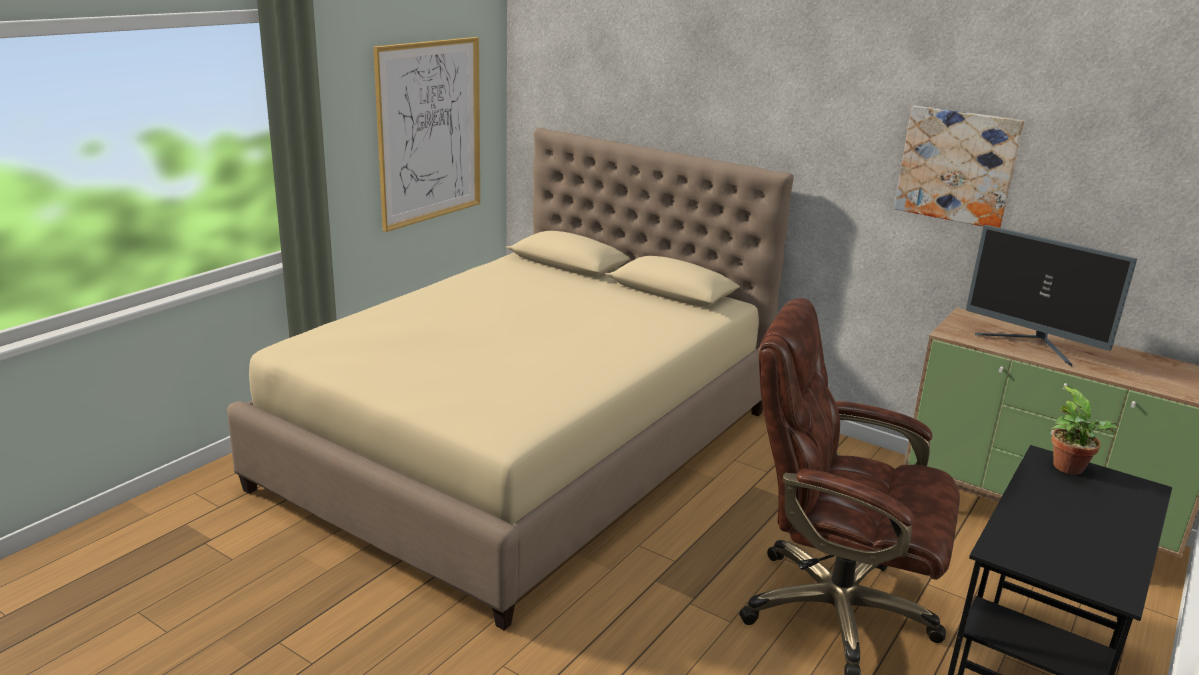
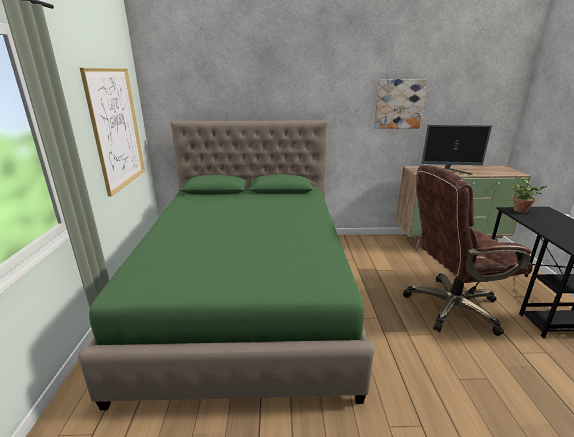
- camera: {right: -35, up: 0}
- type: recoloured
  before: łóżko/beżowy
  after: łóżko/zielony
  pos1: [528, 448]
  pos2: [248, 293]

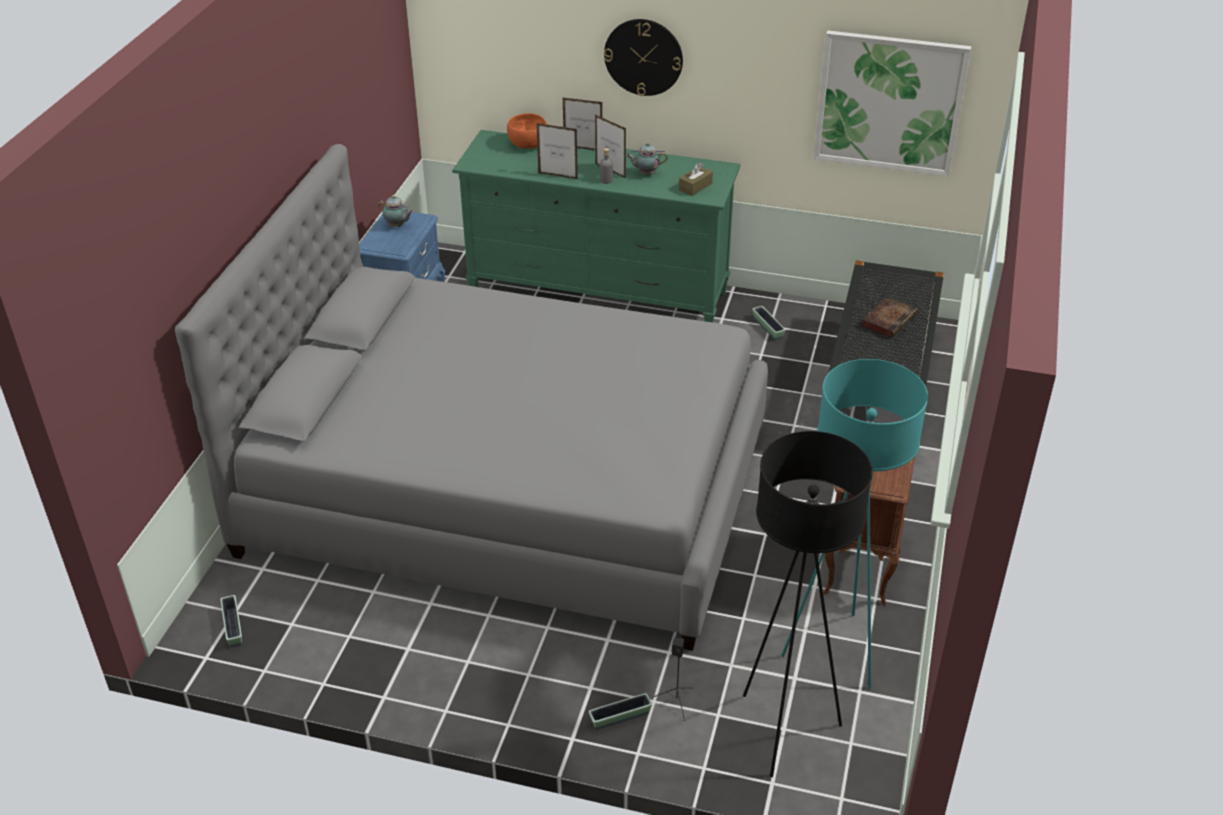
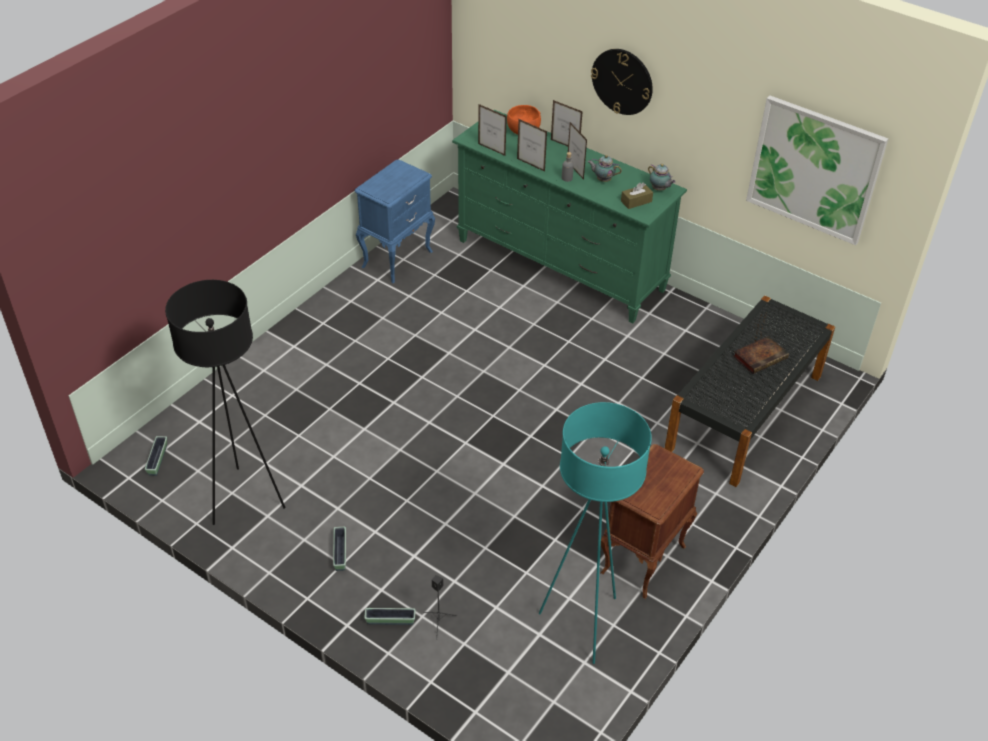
- camera: {right: 20, up: 5}
- type: removed
  before: łóżko/szary
  pos1: [507, 489]
- type: added
  after: ramka na zdjęcie
  pos2: [491, 150]
- type: moved
  before: imbryk
  pos1: [397, 226]
  pos2: [659, 189]
- type: moved
  before: lampa stojąca/czarny
  pos1: [784, 730]
  pos2: [245, 499]
- type: moved
  before: donica
  pos1: [768, 328]
  pos2: [340, 553]

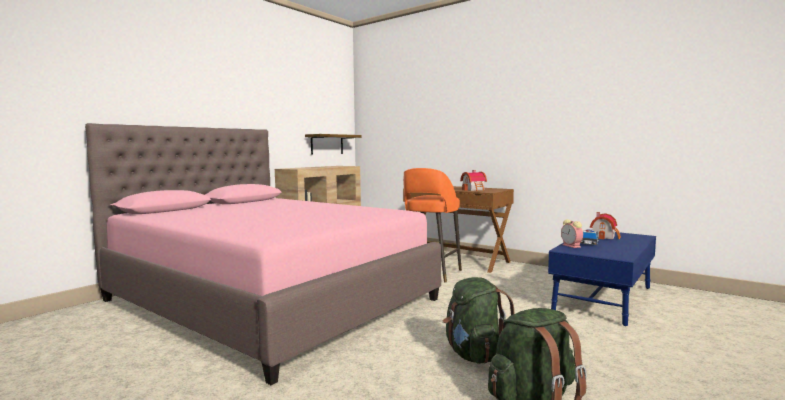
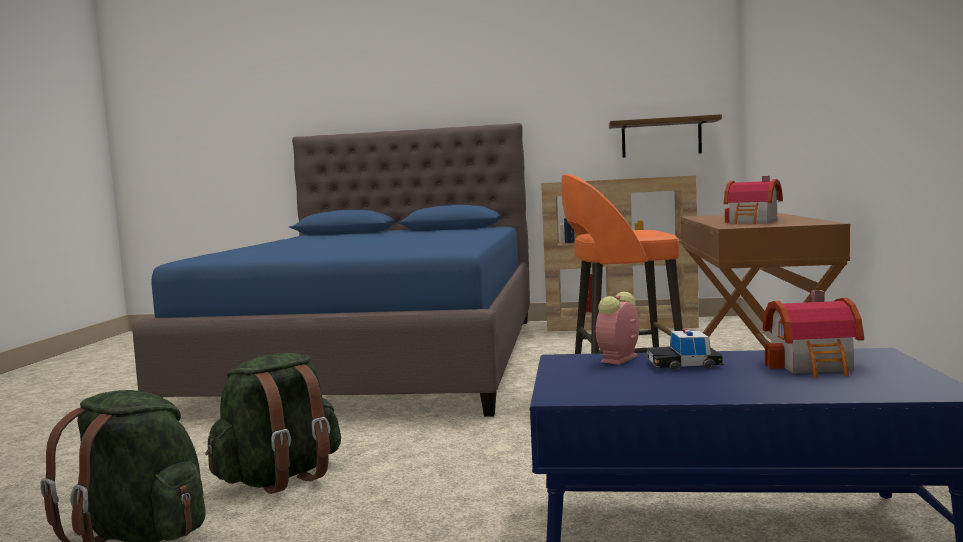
- camera: {right: 60, up: 0}
- type: recoloured
  before: łóżko/różowy
  after: łóżko/niebieski
  pos1: [269, 300]
  pos2: [379, 360]

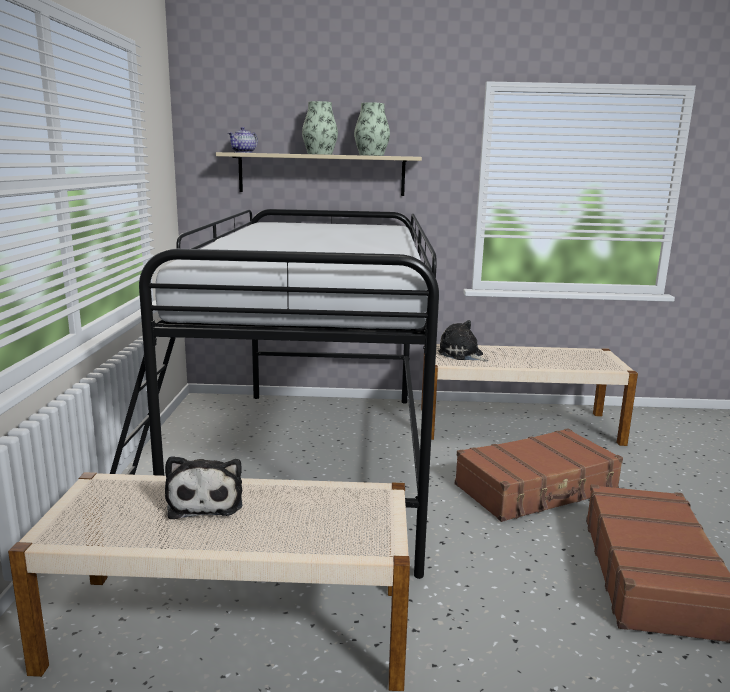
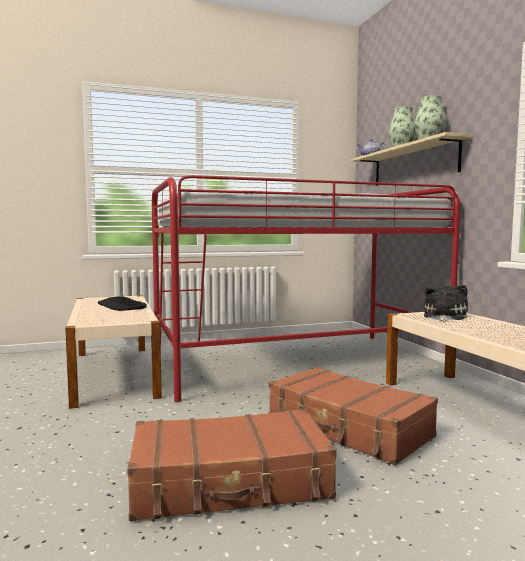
- camera: {right: 70, up: -10}
- type: replaced
  before: pluszak
  after: klawiatura
  pos1: [206, 502]
  pos2: [121, 305]
- type: recoloured
  before: łóżko/czarny
  after: łóżko/czerwony
  pos1: [311, 465]
  pos2: [292, 362]

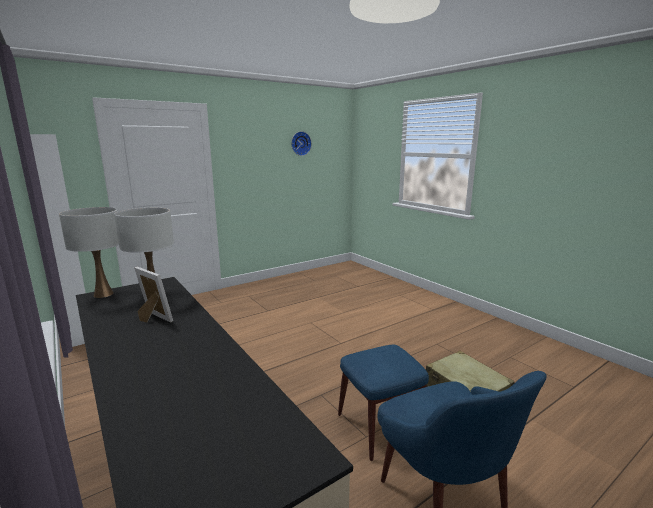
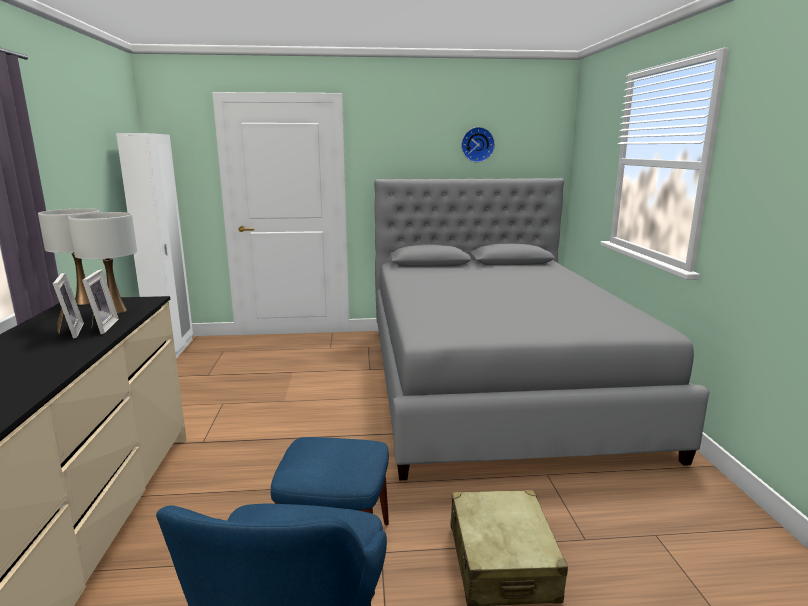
- camera: {right: 30, up: 0}
- type: added
  after: ramka na zdjęcie
  pos2: [100, 327]
- type: added
  after: łóżko/szary
  pos2: [495, 381]

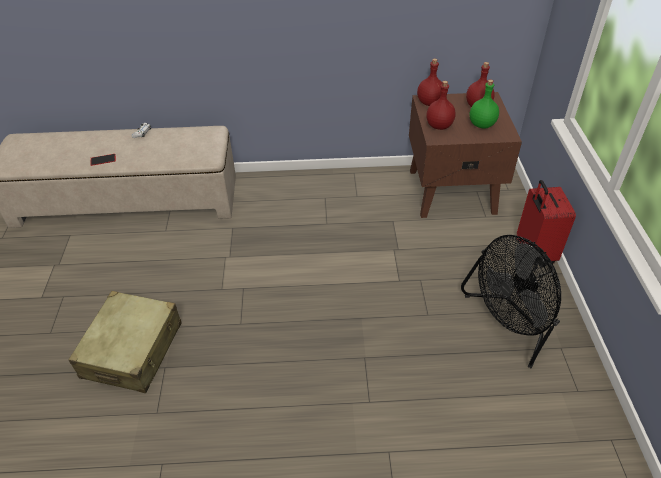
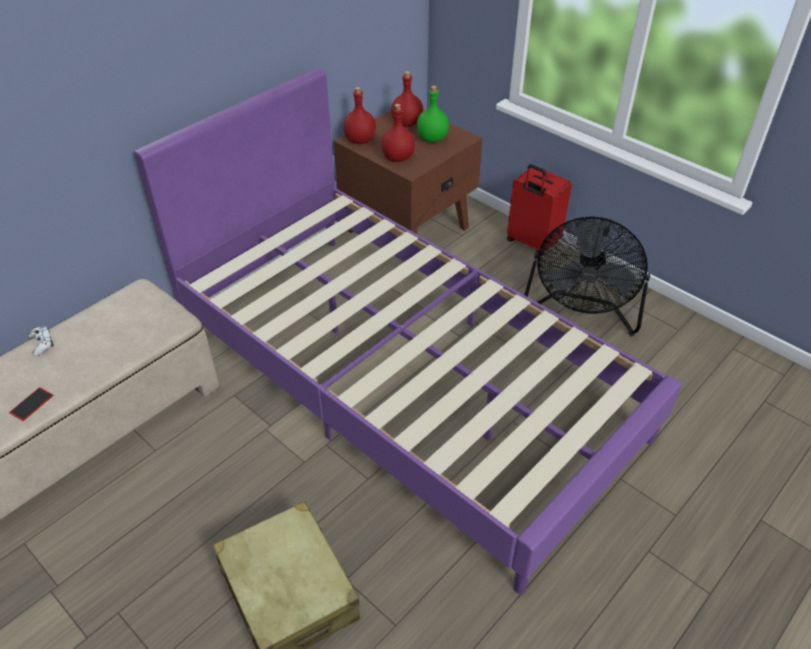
- camera: {right: -45, up: 0}
- type: added
  after: łóżko/fioletowy
  pos2: [405, 379]

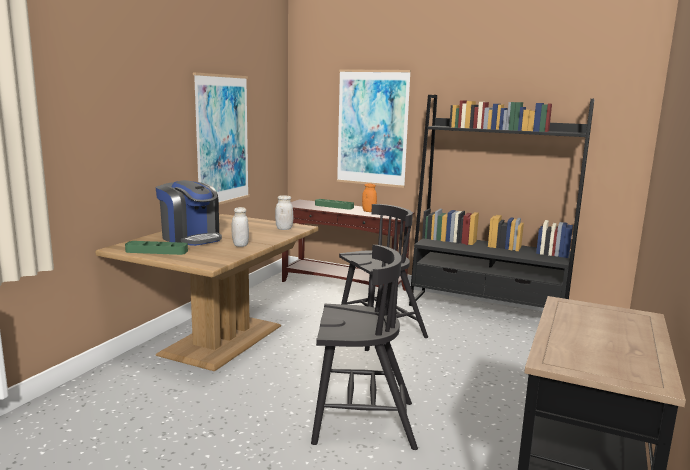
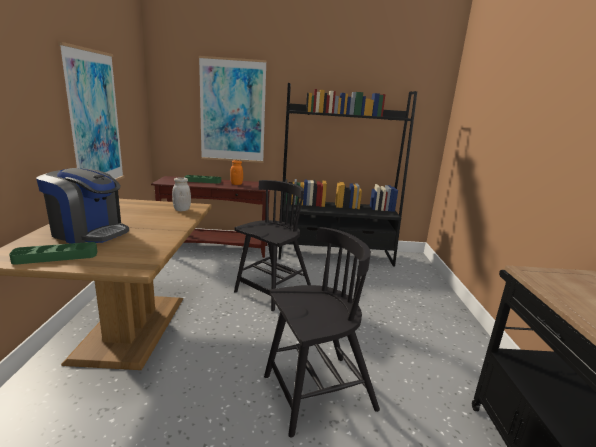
- camera: {right: -25, up: 5}
- type: removed
  before: słoik/biały
  pos1: [240, 245]

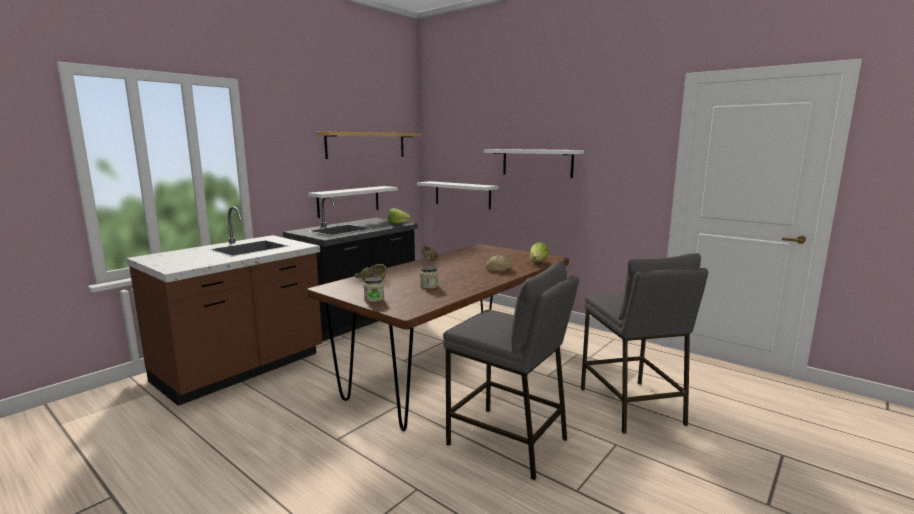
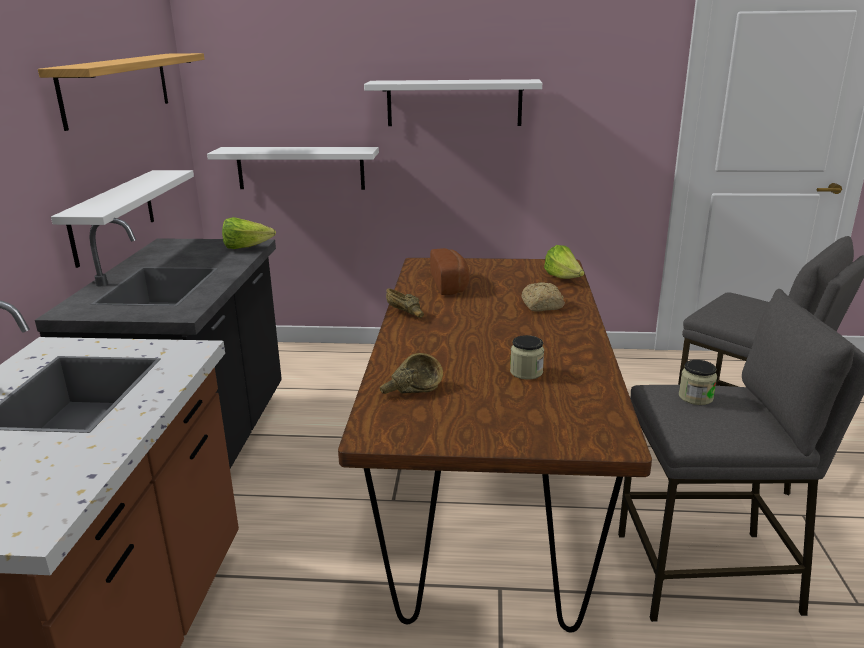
- camera: {right: -35, up: 10}
- type: added
  after: chleb
  pos2: [451, 284]
- type: moved
  before: słoik
  pos1: [374, 299]
  pos2: [695, 397]

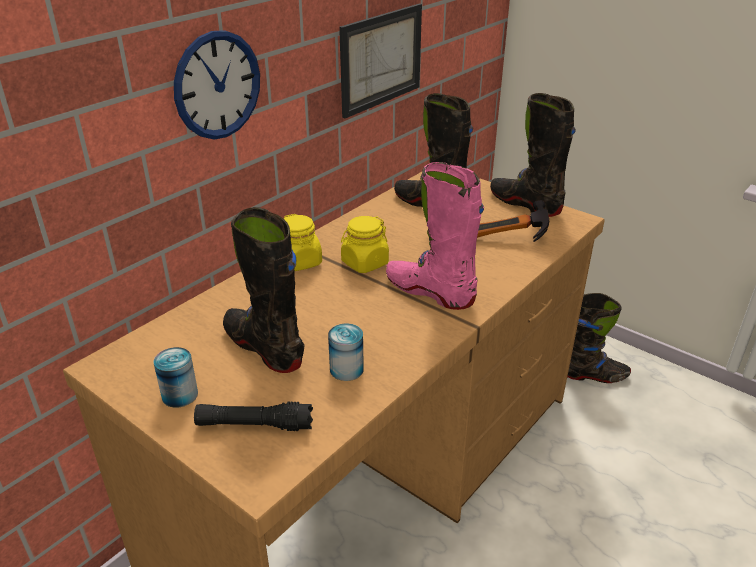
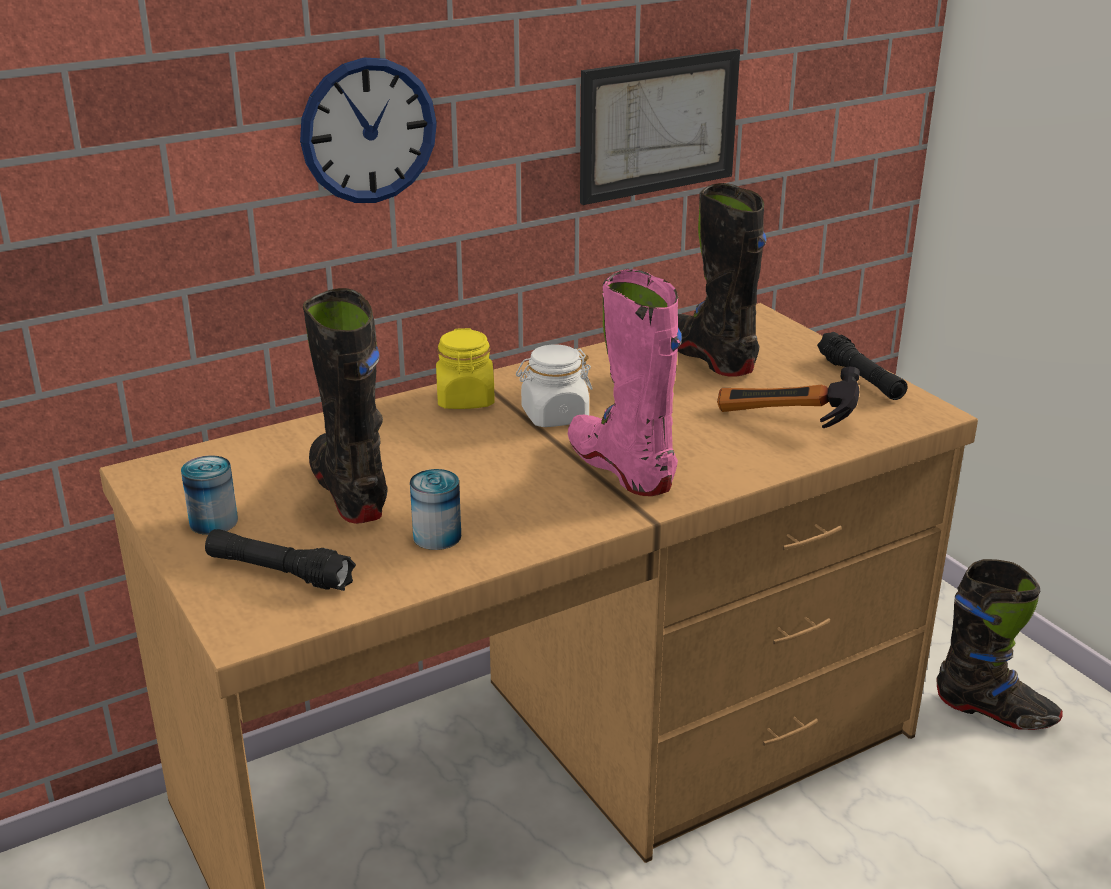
- camera: {right: 20, up: -5}
- type: replaced
  before: but z cholewką/czarny
  after: latarka/czarny
  pos1: [525, 204]
  pos2: [860, 378]
- type: recoloured
  before: słoik/żółty
  after: słoik/biały
  pos1: [364, 263]
  pos2: [554, 416]

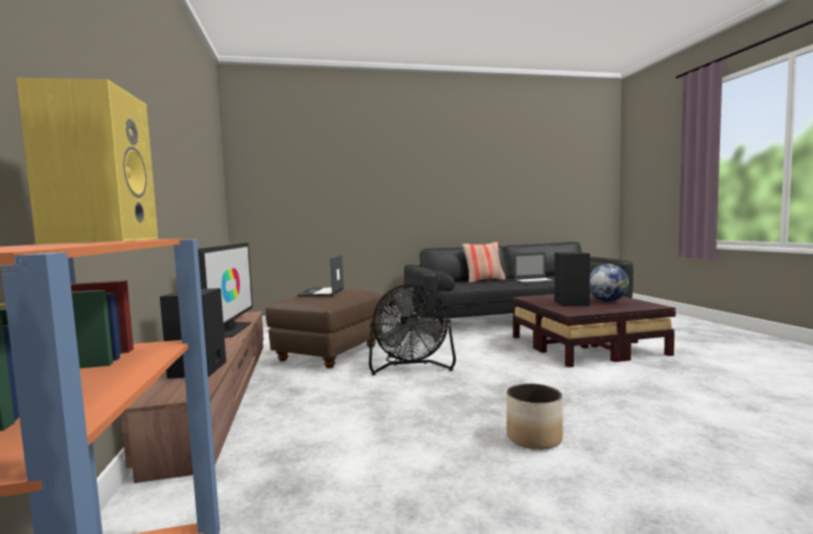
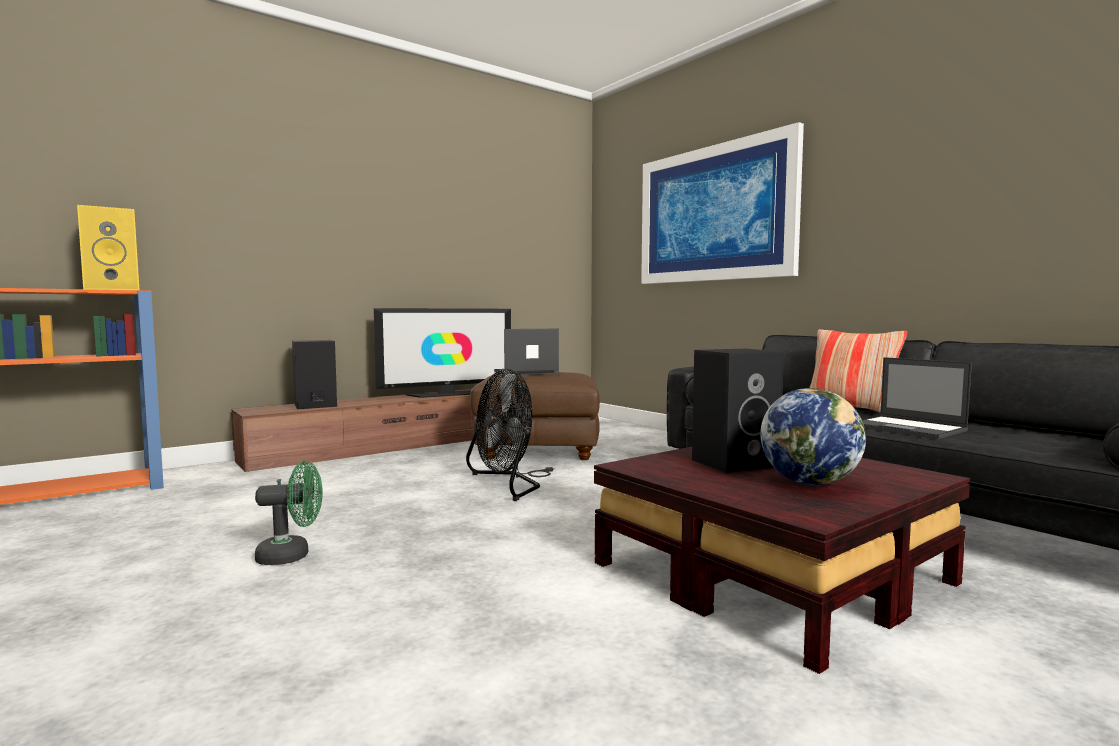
- camera: {right: 65, up: 0}
- type: added
  after: obraz
  pos2: [714, 214]
- type: replaced
  before: donica
  after: wentylator/zielony
  pos1: [533, 438]
  pos2: [292, 555]

